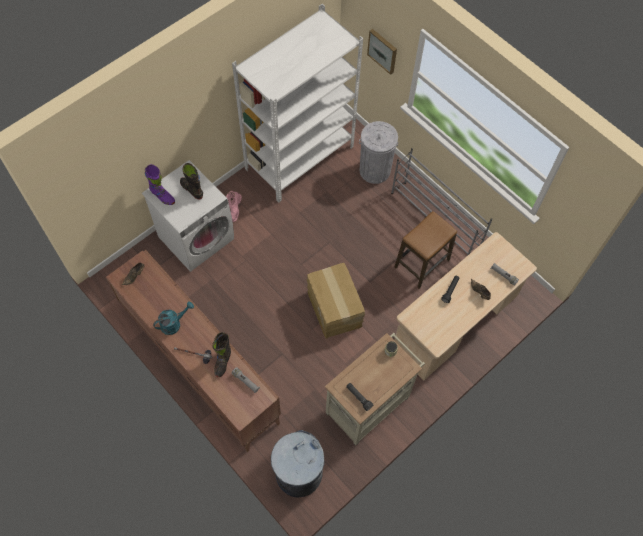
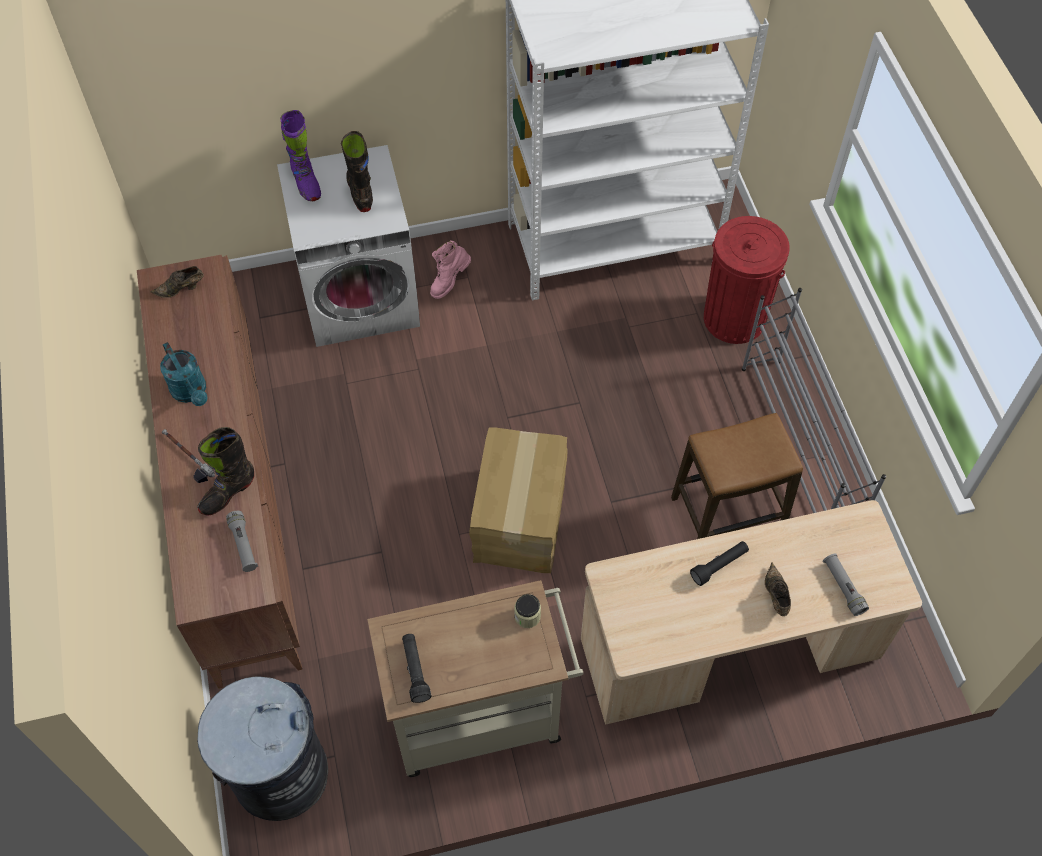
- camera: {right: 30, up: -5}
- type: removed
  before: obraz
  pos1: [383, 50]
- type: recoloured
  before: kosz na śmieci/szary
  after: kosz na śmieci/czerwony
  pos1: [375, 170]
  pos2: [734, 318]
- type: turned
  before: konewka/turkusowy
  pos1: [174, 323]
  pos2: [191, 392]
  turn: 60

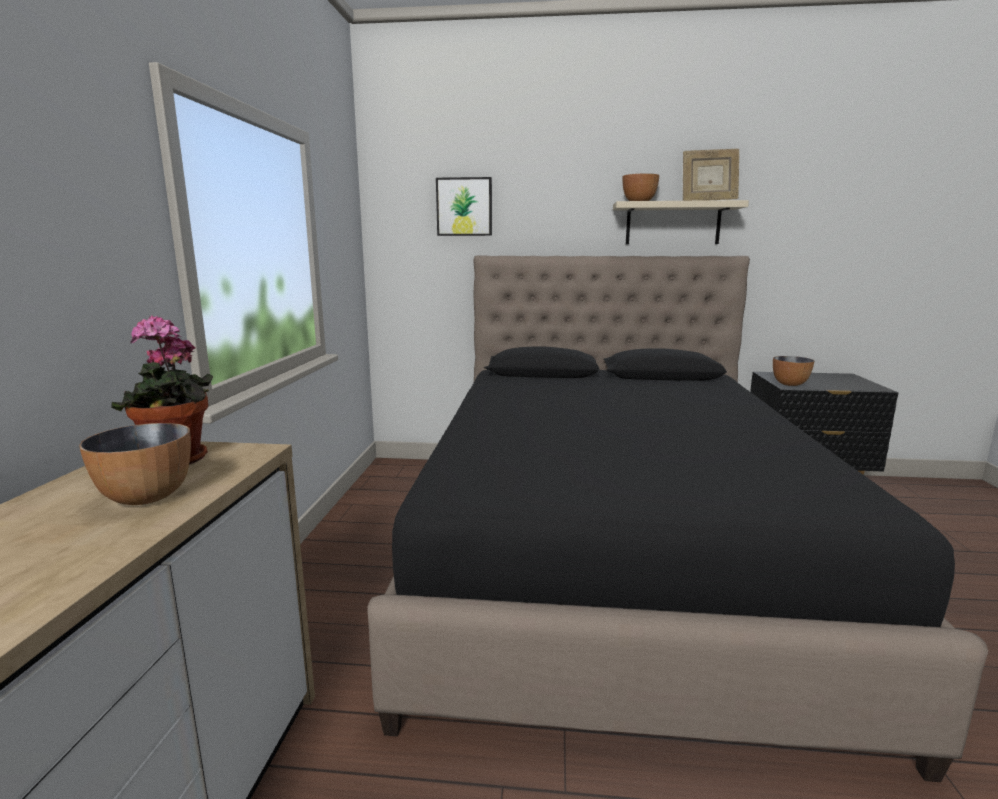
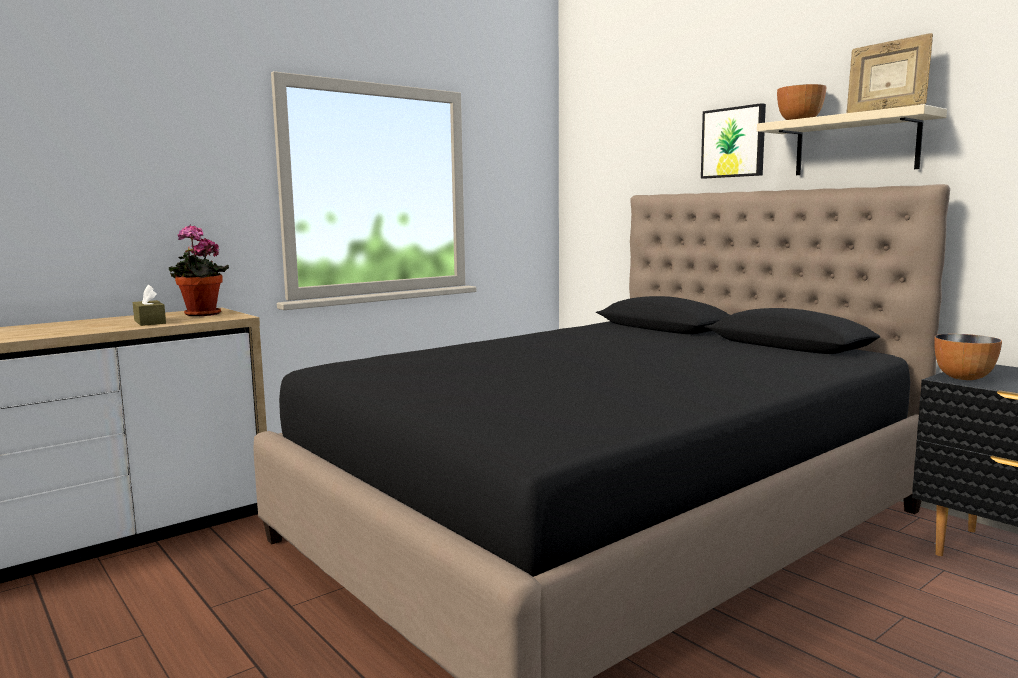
- camera: {right: 45, up: -5}
- type: moved
  before: obraz
  pos1: [464, 207]
  pos2: [734, 142]
- type: replaced
  before: miska
  after: pudełko chusteczek/brązowy
  pos1: [146, 497]
  pos2: [150, 322]

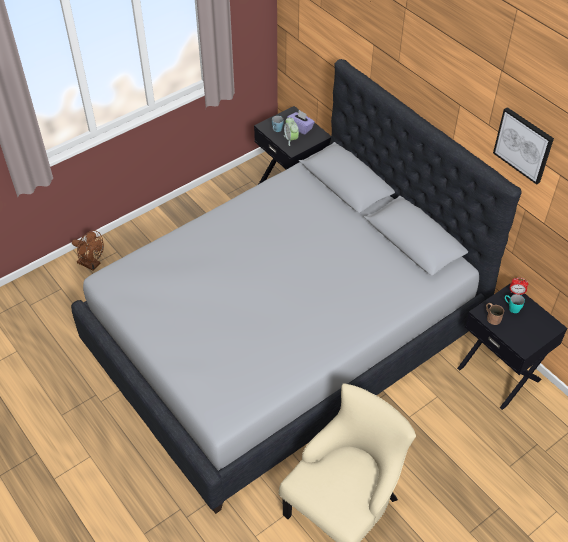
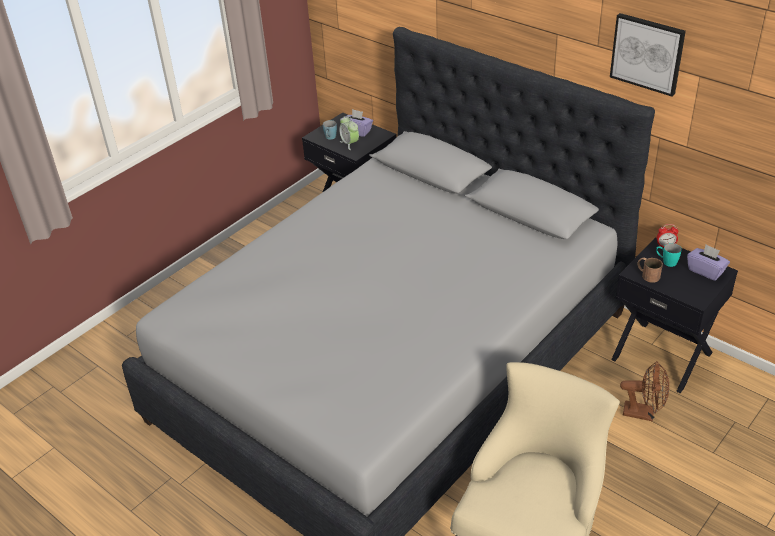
- camera: {right: -10, up: -10}
- type: added
  after: pudełko chusteczek/fioletowy
  pos2: [706, 271]
- type: moved
  before: wentylator/brązowy
  pos1: [92, 264]
  pos2: [644, 413]

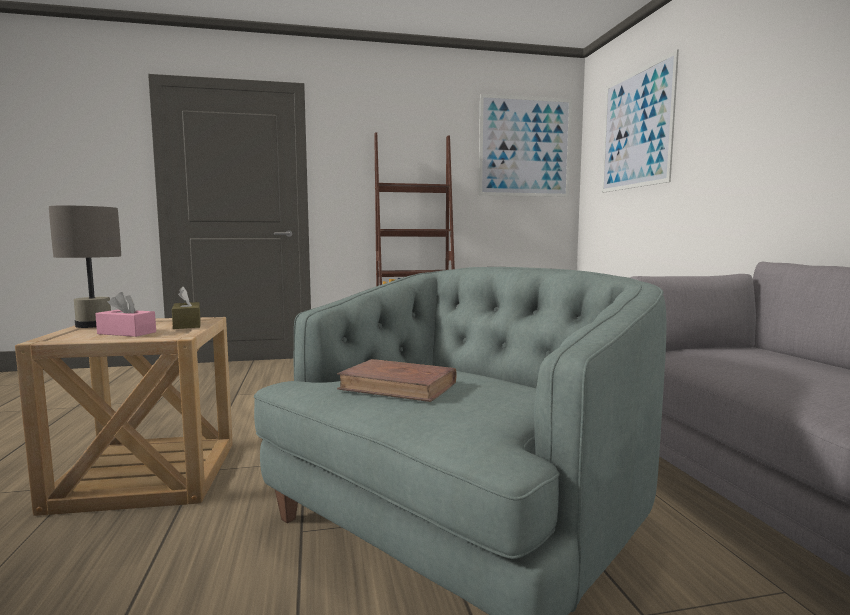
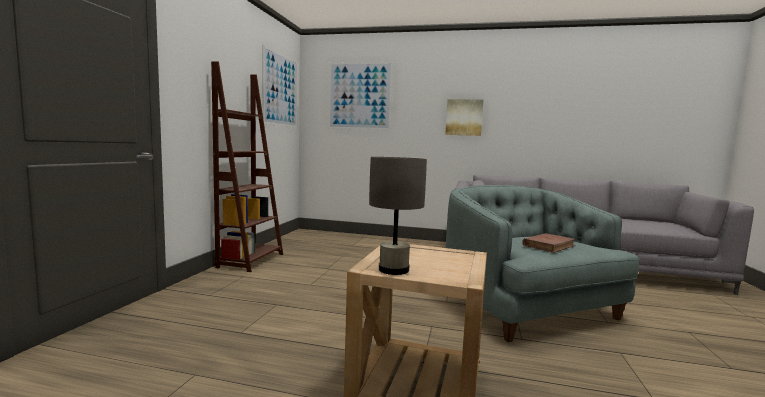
- camera: {right: -65, up: 0}
- type: removed
  before: pudełko chusteczek/różowy
  pos1: [127, 333]
- type: removed
  before: pudełko chusteczek/brązowy
  pos1: [187, 324]
- type: added
  after: obraz
  pos2: [464, 117]

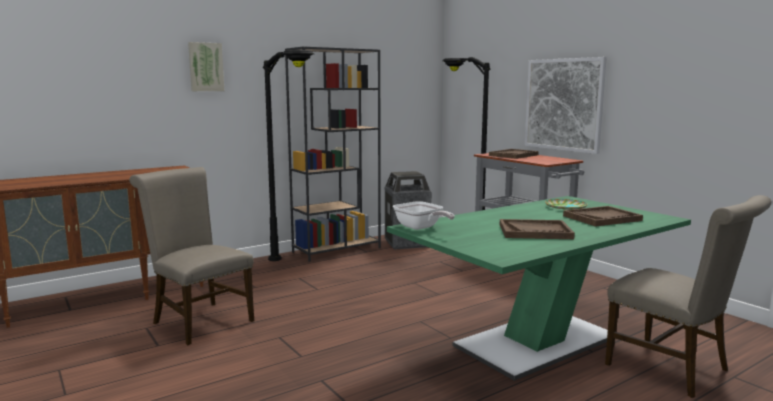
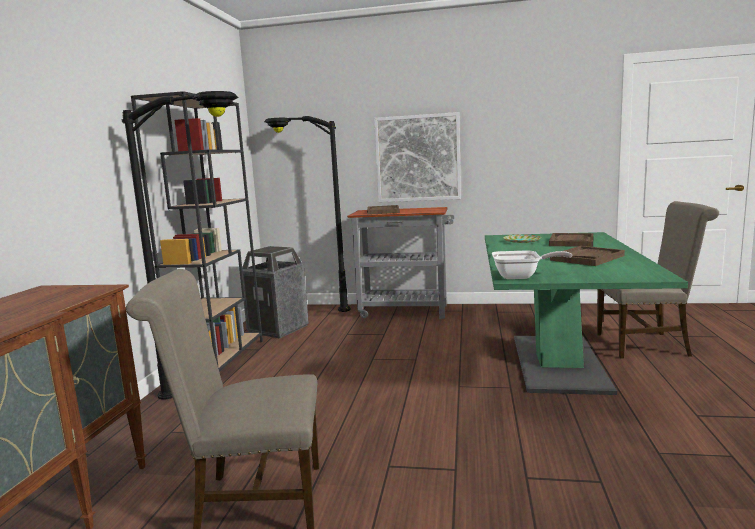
- camera: {right: -45, up: 0}
- type: removed
  before: obraz
  pos1: [205, 67]

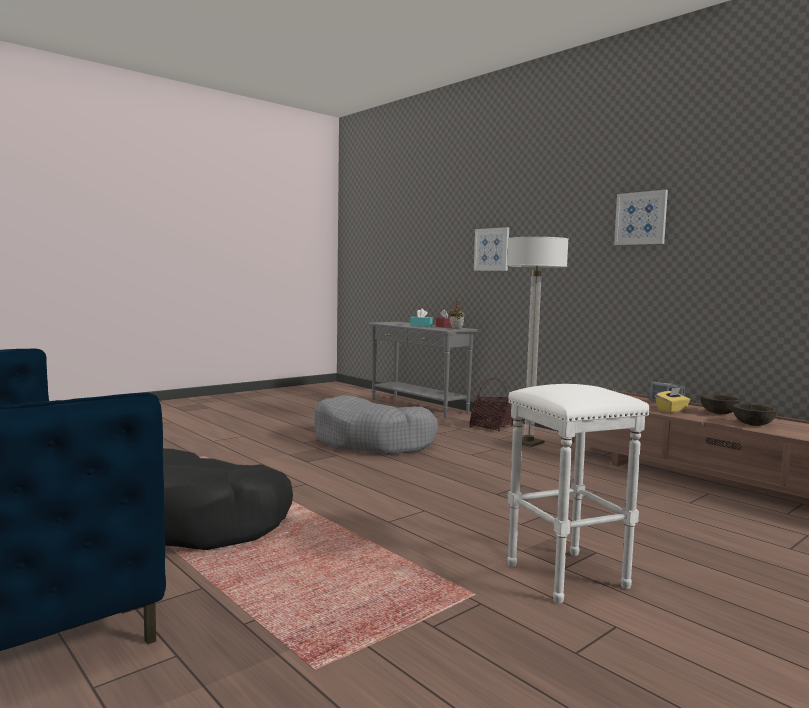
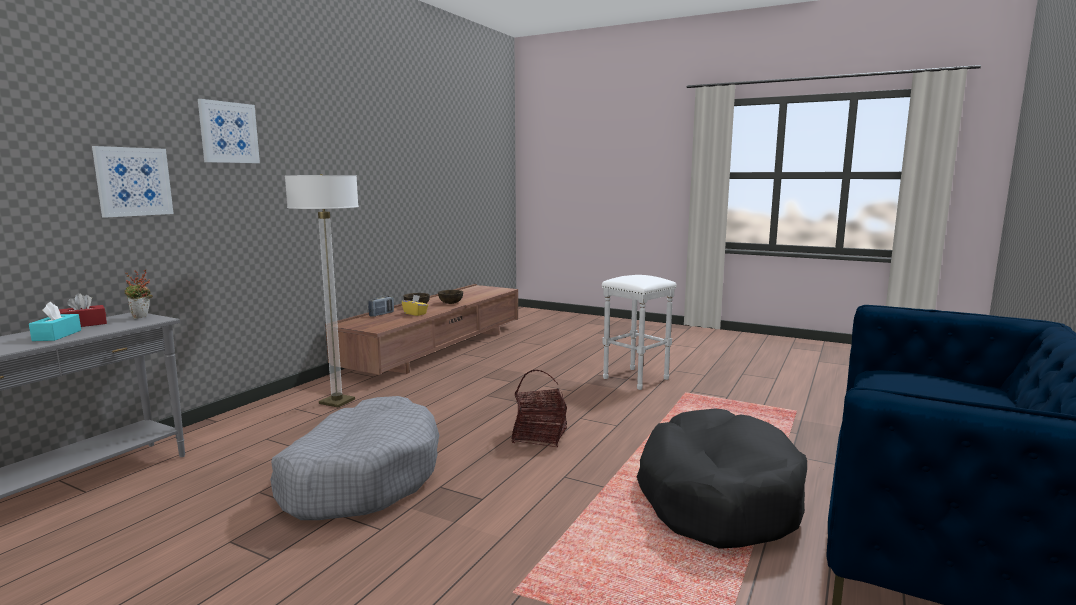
- camera: {right: -110, up: 5}
- type: moved
  before: koszyk
  pos1: [491, 427]
  pos2: [539, 436]
- type: moved
  before: obraz
  pos1: [641, 218]
  pos2: [228, 132]

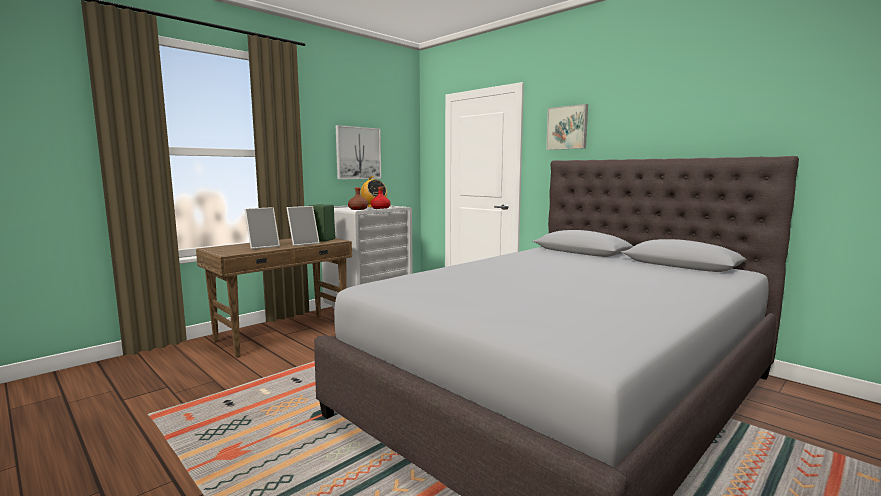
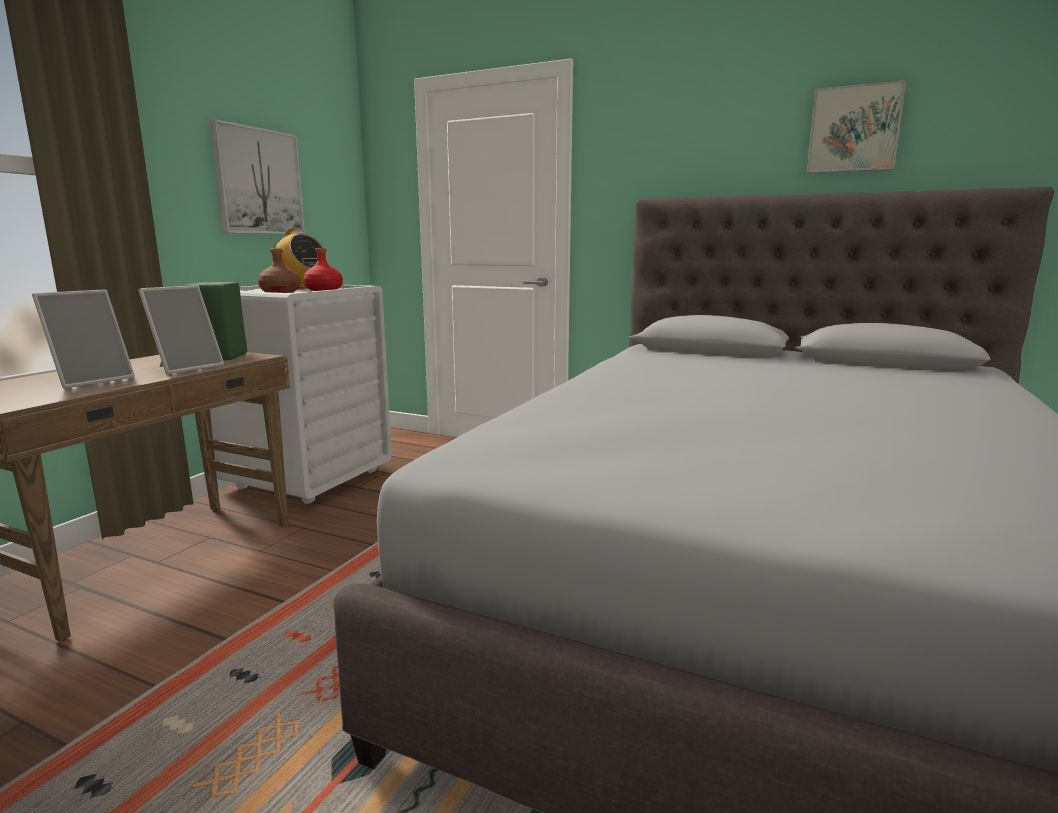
- camera: {right: -20, up: 5}
- type: moved
  before: obraz
  pos1: [567, 128]
  pos2: [853, 129]

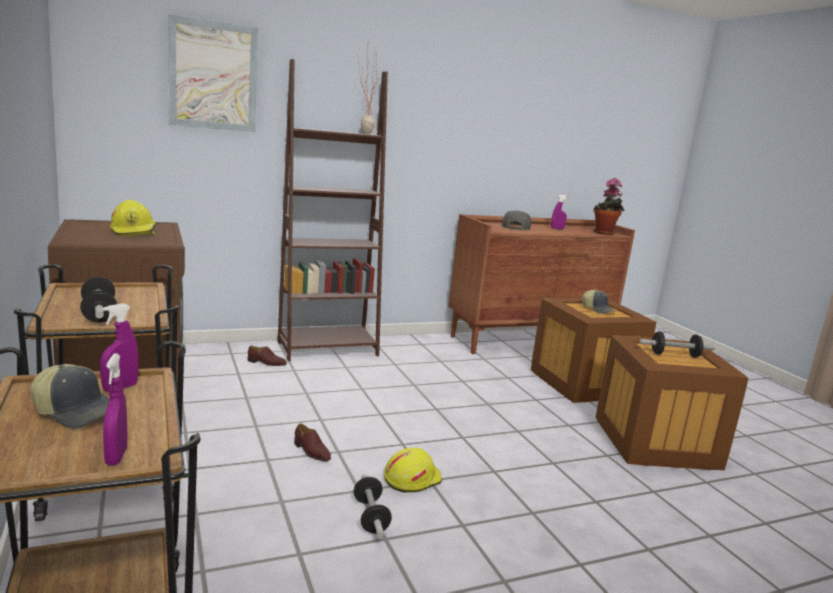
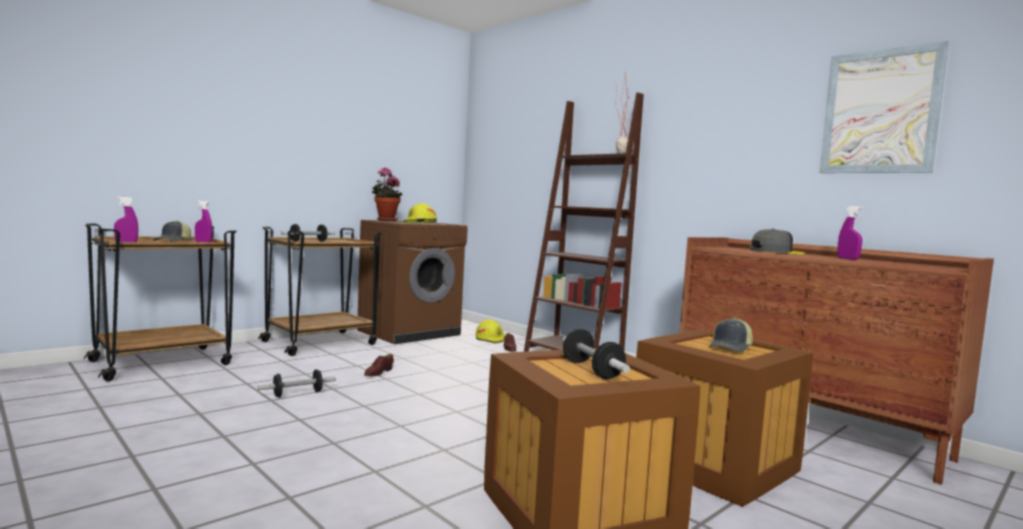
- camera: {right: 70, up: -10}
- type: moved
  before: obraz
  pos1: [213, 76]
  pos2: [880, 112]
- type: moved
  before: kask/żółty
  pos1: [411, 478]
  pos2: [491, 339]
- type: moved
  before: roślina doniczkowa
  pos1: [604, 233]
  pos2: [385, 220]

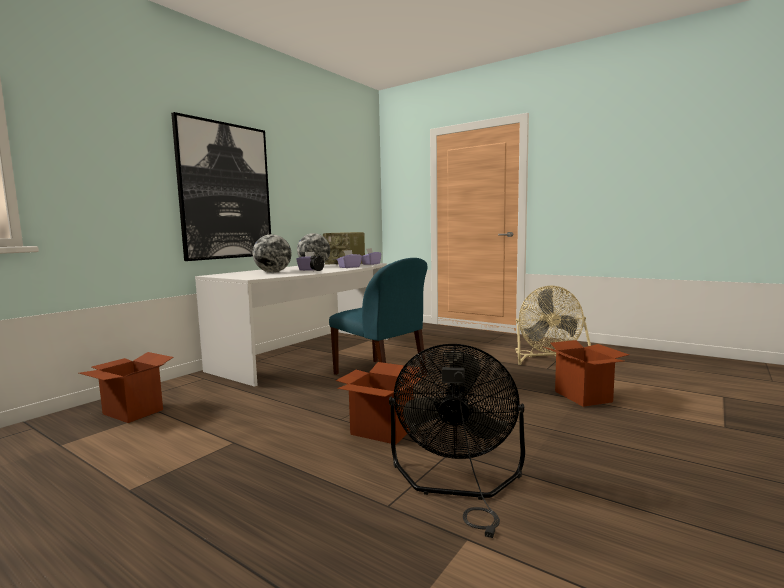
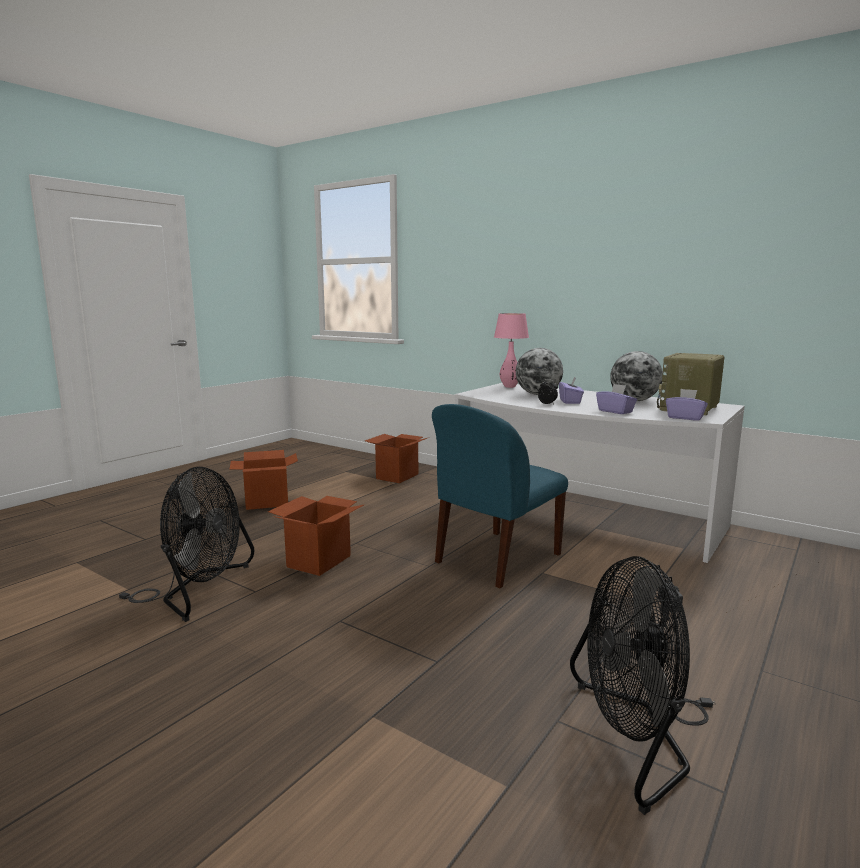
- camera: {right: 90, up: 5}
- type: removed
  before: obraz
  pos1: [225, 191]
- type: added
  after: lampa stołowa/różowy
  pos2: [509, 387]
- type: moved
  before: karton
  pos1: [583, 396]
  pos2: [266, 502]
- type: recoloured
  before: wentylator/beżowy
  after: wentylator/czarny
  pos1: [544, 359]
  pos2: [639, 734]

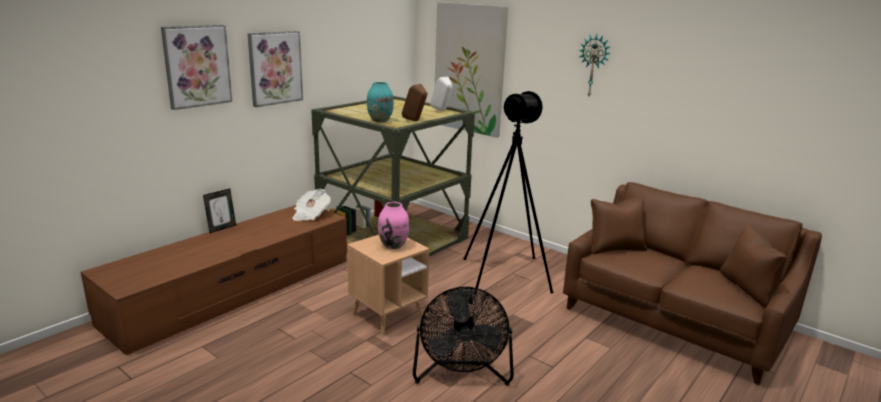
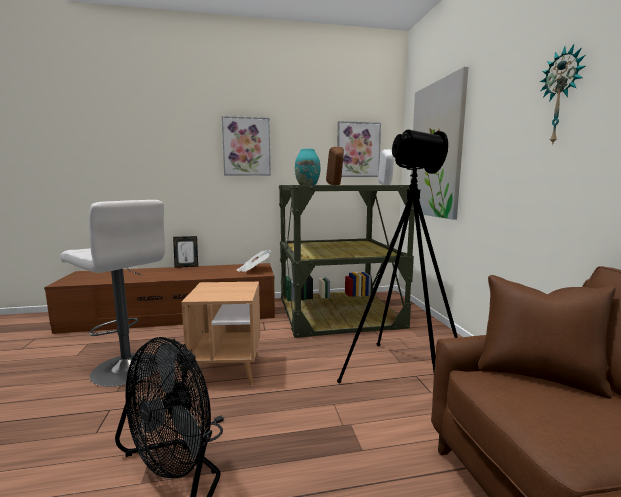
- camera: {right: 40, up: -10}
- type: removed
  before: wazon/różowy
  pos1: [393, 245]
- type: added
  after: stołek/biały
  pos2: [126, 369]
- type: moved
  before: obraz
  pos1: [197, 66]
  pos2: [358, 150]

